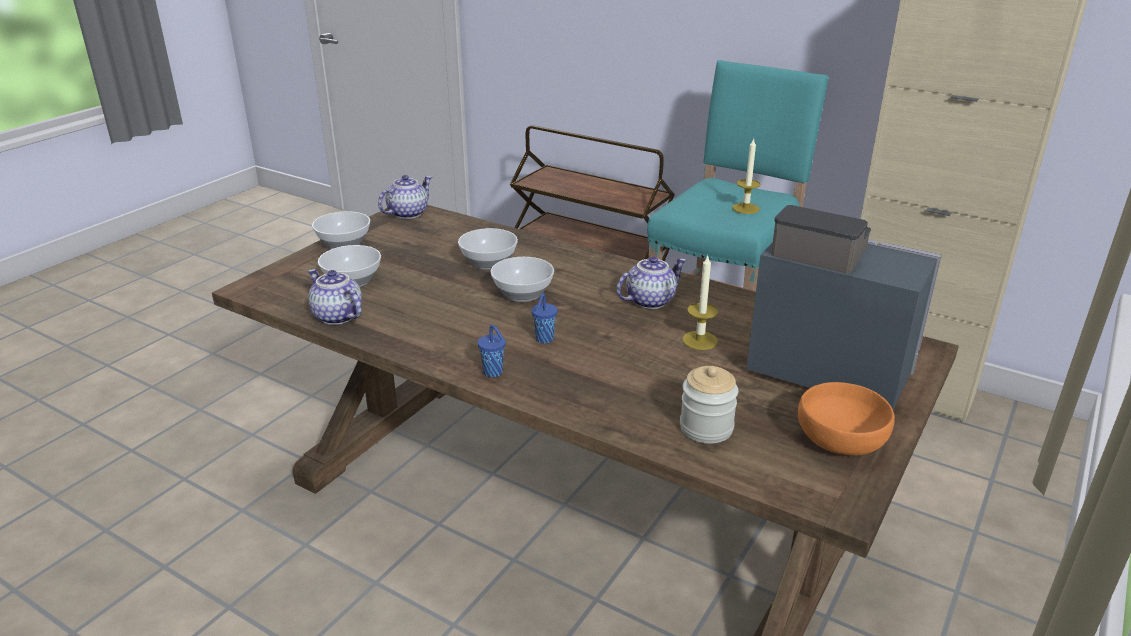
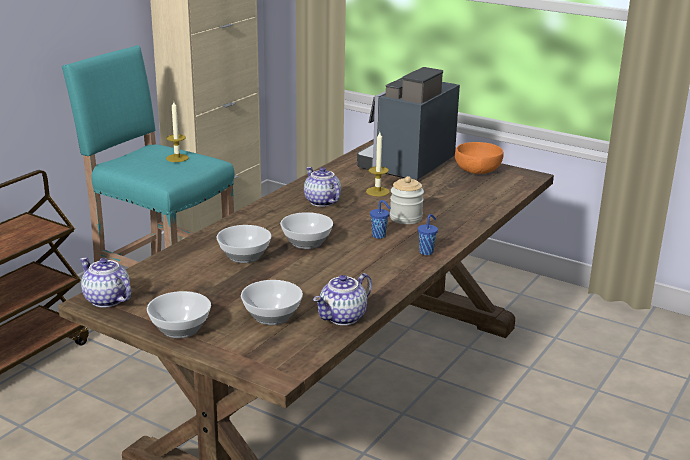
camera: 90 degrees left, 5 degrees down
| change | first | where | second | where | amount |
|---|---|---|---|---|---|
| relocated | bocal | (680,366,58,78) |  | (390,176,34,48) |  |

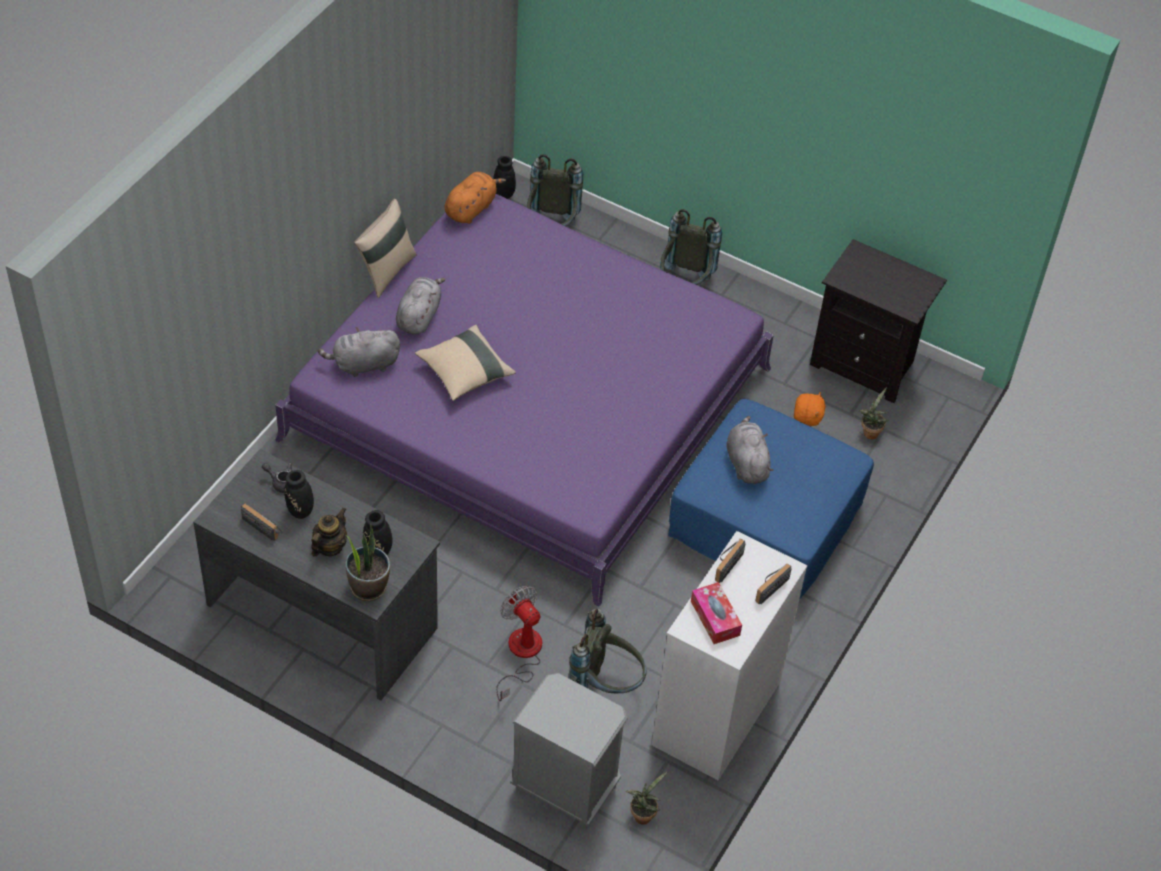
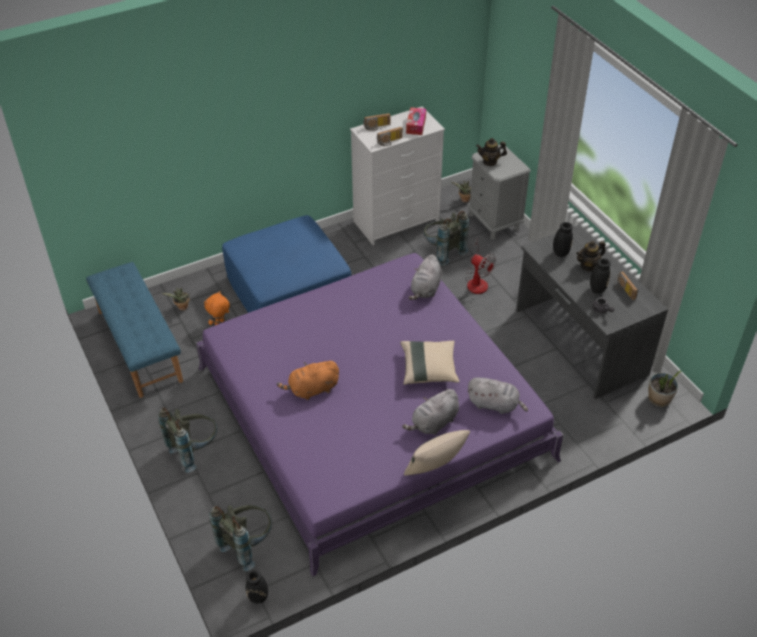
camera: 145 degrees left, 5 degrees down
| change | first | where | second | where | amount |
|---|---|---|---|---|---|
| exchanged | table de chevet/noir | (810,239,137,164) | banc/bleu | (86,262,97,136) |  |
| relocated | peluche/orange | (445,172,61,52) |  | (277,361,62,39) |  |
| relocated | peluche/gris | (726,416,47,68) |  | (408,254,34,46) |  |
| spun | ventilateur | (496,586,46,115) |  | (465,238,31,56) | 45 degrees counterclockwise |
| appeared |  |  | théière | (476,138,31,28) |  |
| relocated | plante en pot | (345,523,45,78) |  | (648,371,33,36) |  |

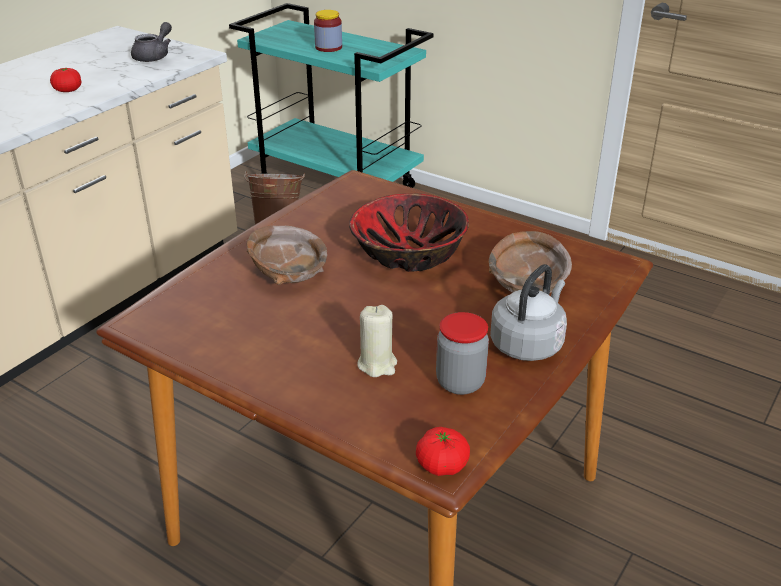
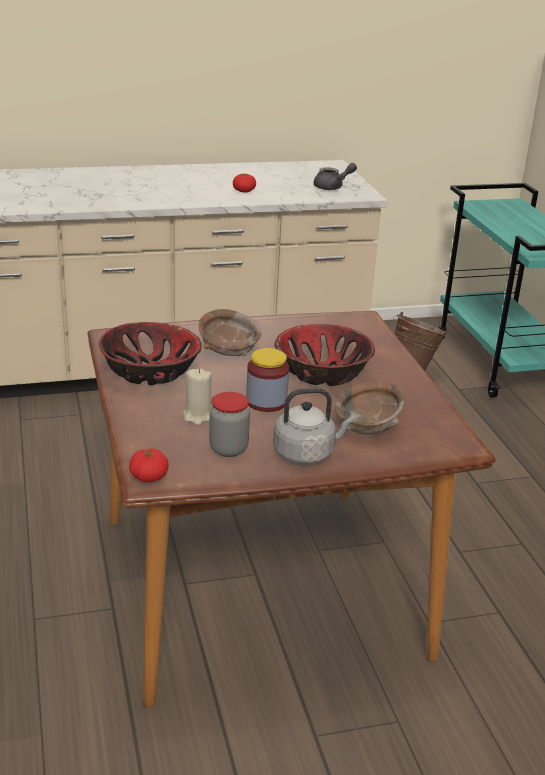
camera: 40 degrees right, 5 degrees down
| change | first | where | second | where | amount |
|---|---|---|---|---|---|
| appeared |  |  | bol | (99,322,102,63) |  |
| relocated | bocal | (314,10,28,42) |  | (246,348,43,64) |  |

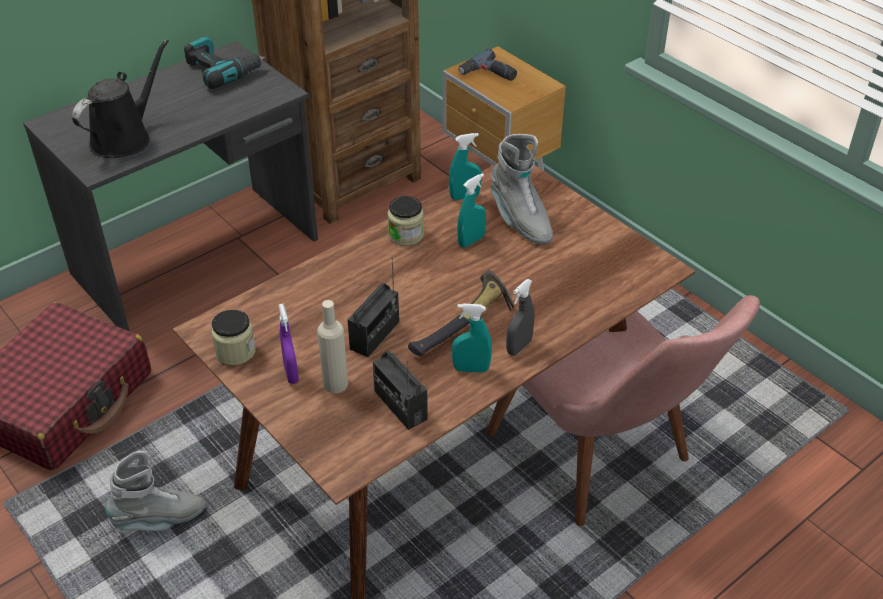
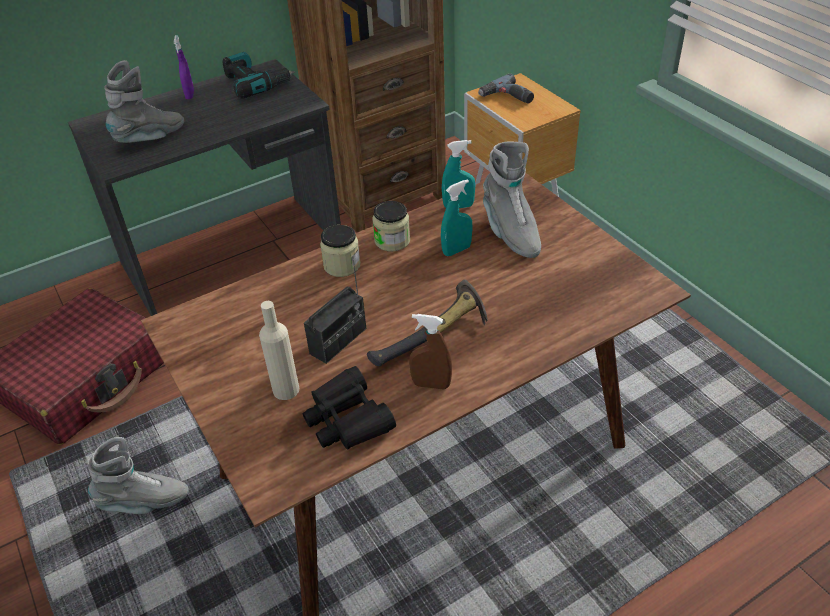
camera: 10 degrees right, 0 degrees up
| change | first | where | second | where | amount |
|---|---|---|---|---|---|
| exchanged | arrosoir/noir | (72,39,97,119) | botte/gris | (104,60,80,83) |  |
| relocated | vaporisateur/violet | (279,304,20,80) |  | (174,35,20,64) |  |
| exchanged | radio | (373,351,55,79) | jumelles/noir | (303,366,93,83) |  |
| relocated | bocal | (211,310,45,55) |  | (320,225,41,52) |  |
| colour | vaporisateur/turquoise | (452,303,40,70) | vaporisateur/marron | (409,314,43,76) |  |
| missing | chaise/rose | (486,295,274,231) |  |  |  |
| missing | vaporisateur/gris | (506,279,29,77) |  |  |  |

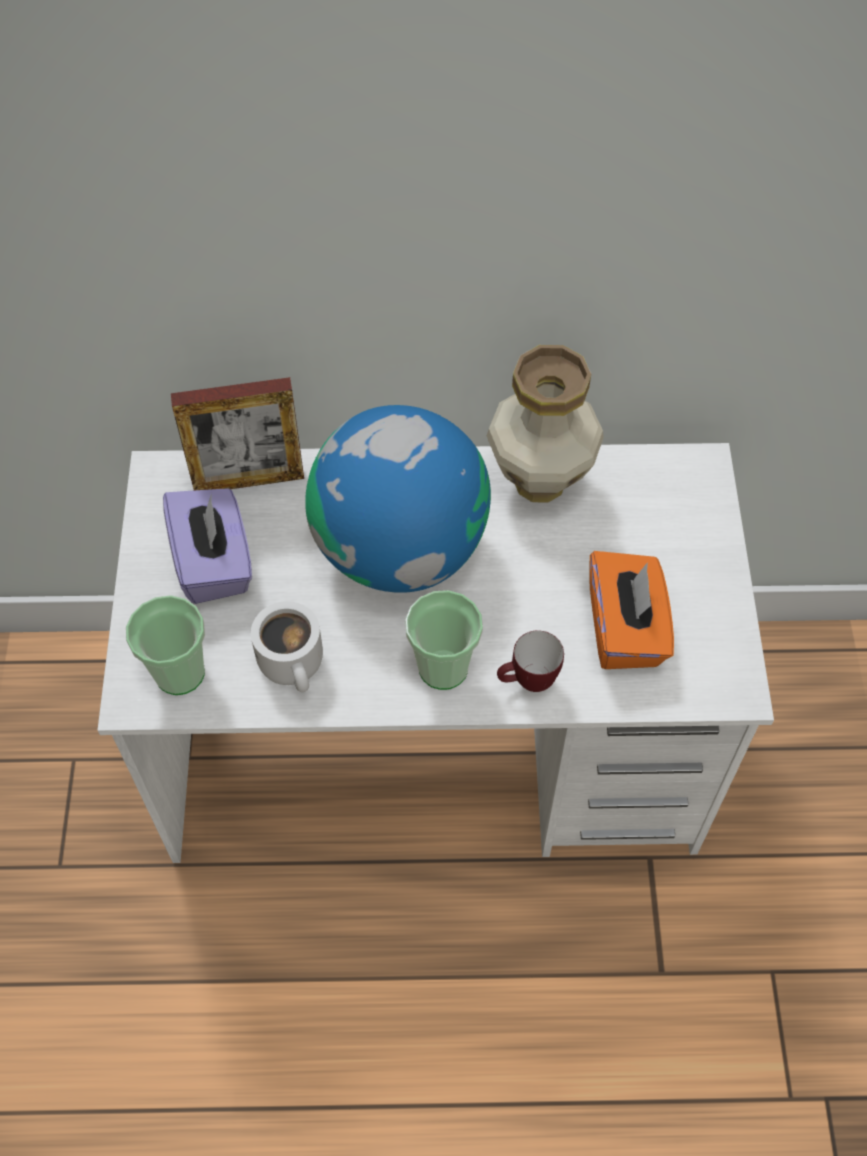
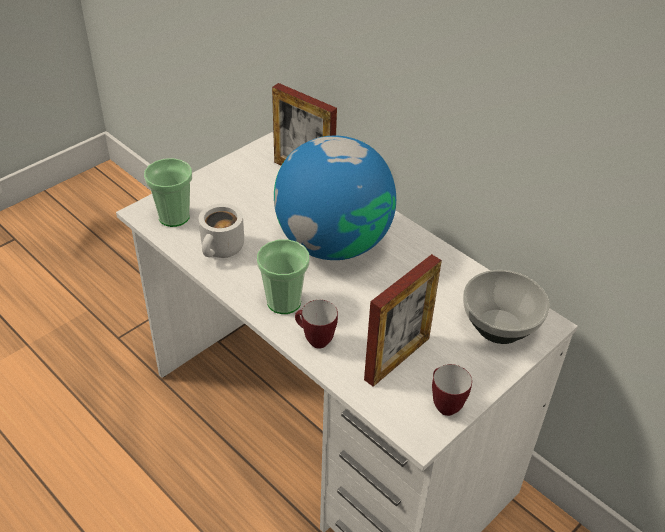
camera: 45 degrees right, 15 degrees down
| change | first | where | second | where | amount |
|---|---|---|---|---|---|
| exchanged | boîte à mouchoirs/orange | (589,551,85,118) | cadre photo | (364,254,78,133) |  |
| appeared |  |  | mug | (432,364,40,52) |  |
| appeared |  |  | bol | (463,270,87,74) |  |
| missing | boîte à mouchoirs/violet | (163,488,89,116) |  |  |  |
| missing | vase | (487,345,117,158) |  |  |  |

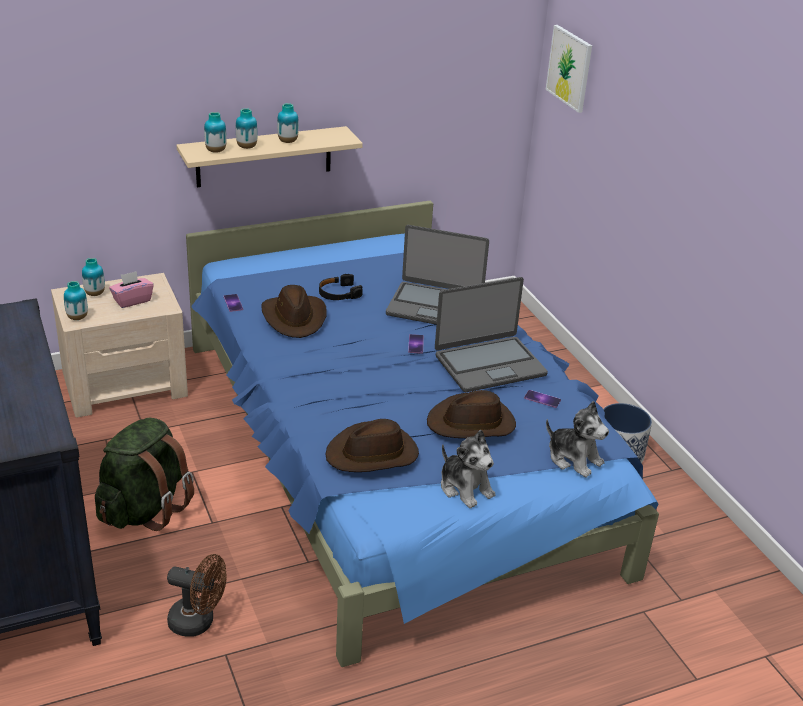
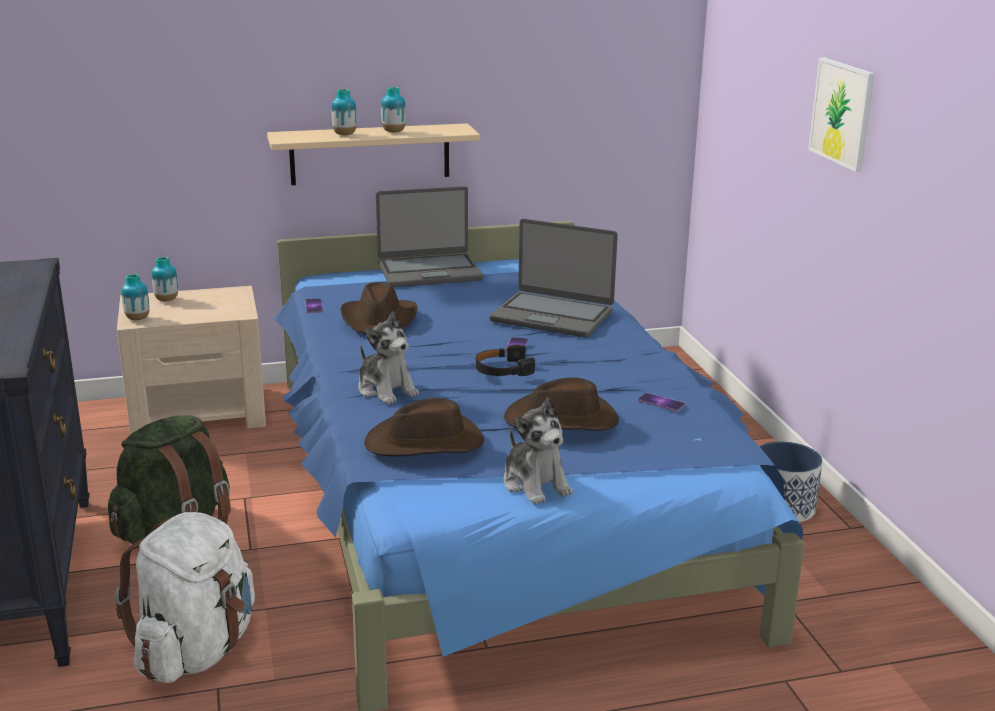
camera: 10 degrees right, 10 degrees down
| change | first | where | second | where | amount |
|---|---|---|---|---|---|
| exchanged | ventilateur/marron | (167,554,60,83) | sac à dos/blanc | (115,512,140,171) |  |
| relocated | peluche | (546,401,63,76) |  | (358,311,61,94) |  |
| relocated | ordinateur portable | (435,277,113,115) |  | (376,186,107,101) |  |
| relocated | casque audio/noir | (319,274,44,26) |  | (476,345,59,31) |  |
| relocated | tableau | (545,25,47,88) |  | (808,57,67,115) |  |
| missing | boîte à mouchoirs/rose | (109,271,45,37) |  |  |  |
| missing | vase | (204,112,23,41) |  |  |  |

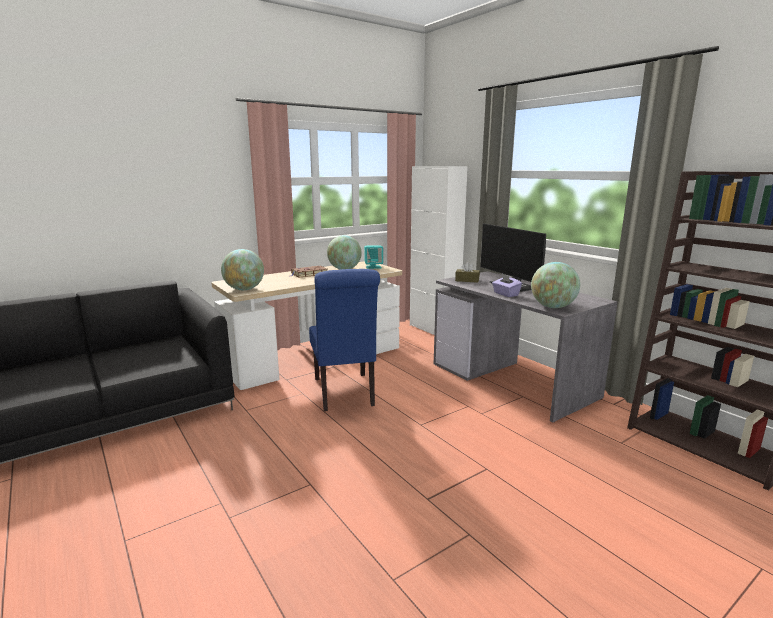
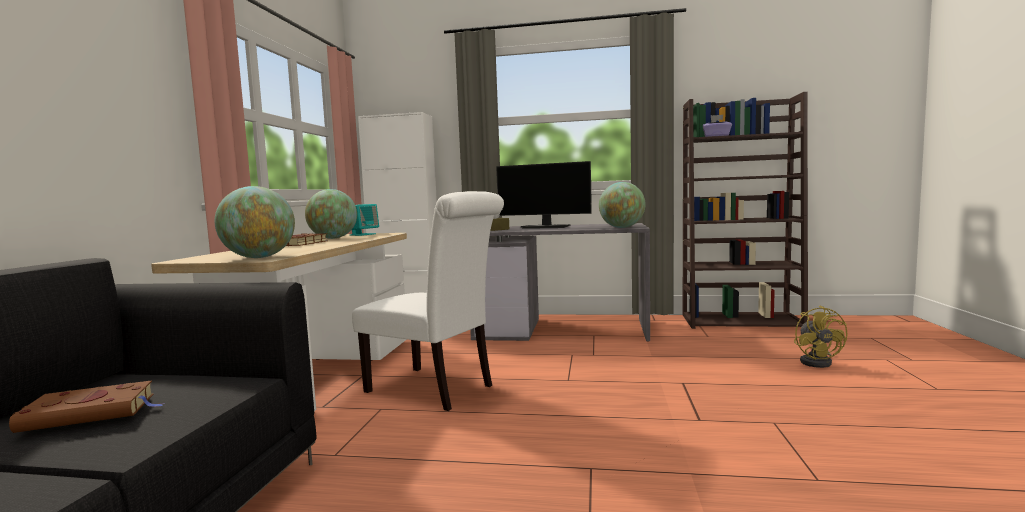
camera: 45 degrees left, 10 degrees down
| change | first | where | second | where | amount |
|---|---|---|---|---|---|
| appeared |  |  | livre/marron | (9,380,156,53) |  |
| colour | chaise/bleu | (309,269,71,142) | chaise/blanc | (352,191,152,220) |  |
| relocated | boîte à mouchoirs/violet | (492,274,30,23) |  | (703,115,29,22) |  |
| appeared |  |  | ventilateur/jaune | (794,306,53,62) |  |

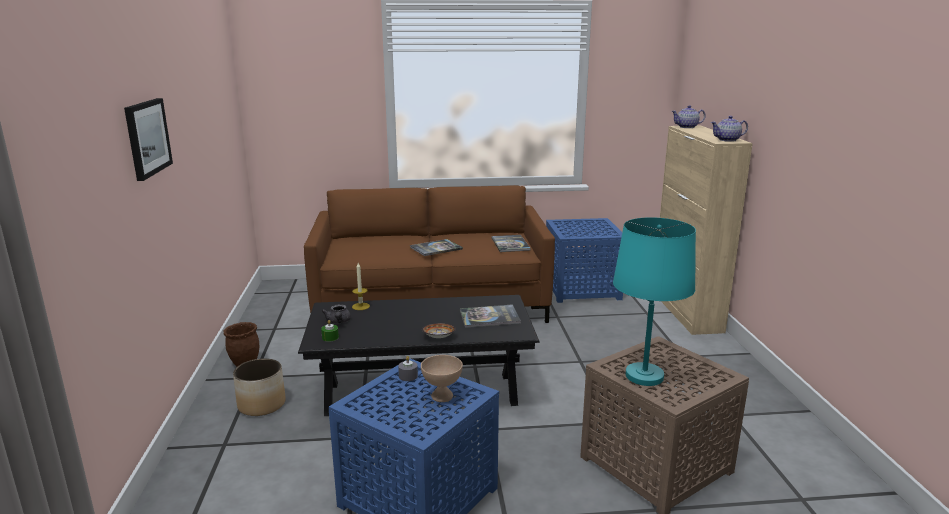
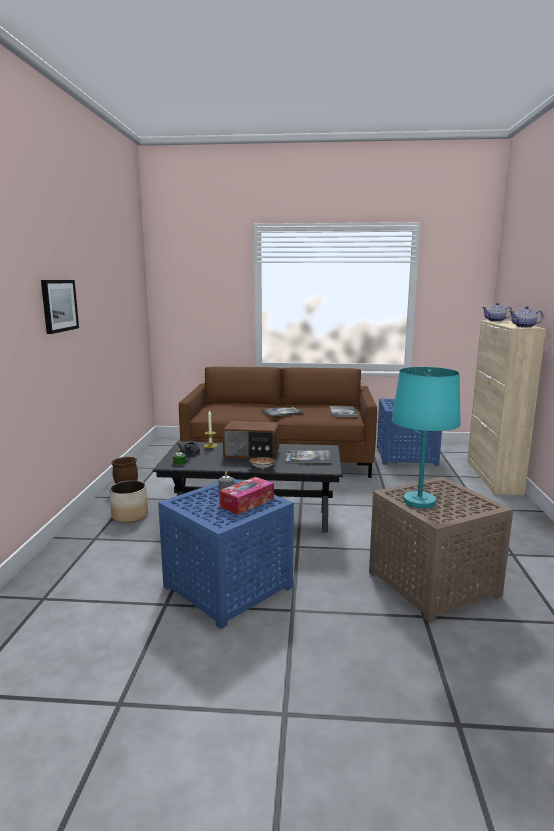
camera: 10 degrees right, 5 degrees down
| change | first | where | second | where | amount |
|---|---|---|---|---|---|
| exchanged | bol/beige | (421,355,42,47) | boîte à mouchoirs | (219,477,55,38) |  |
| appeared |  |  | radio | (222,421,57,38) |  |

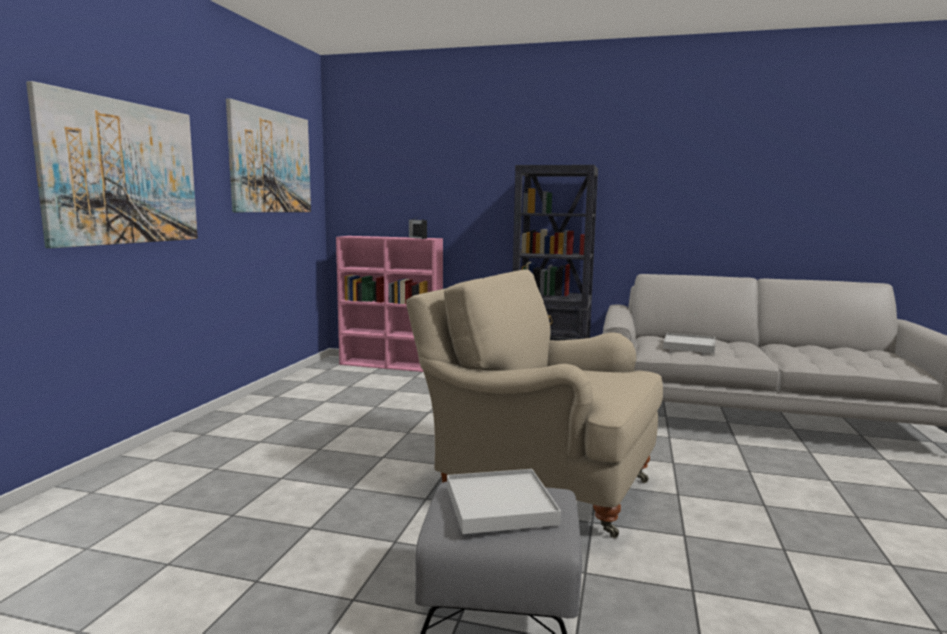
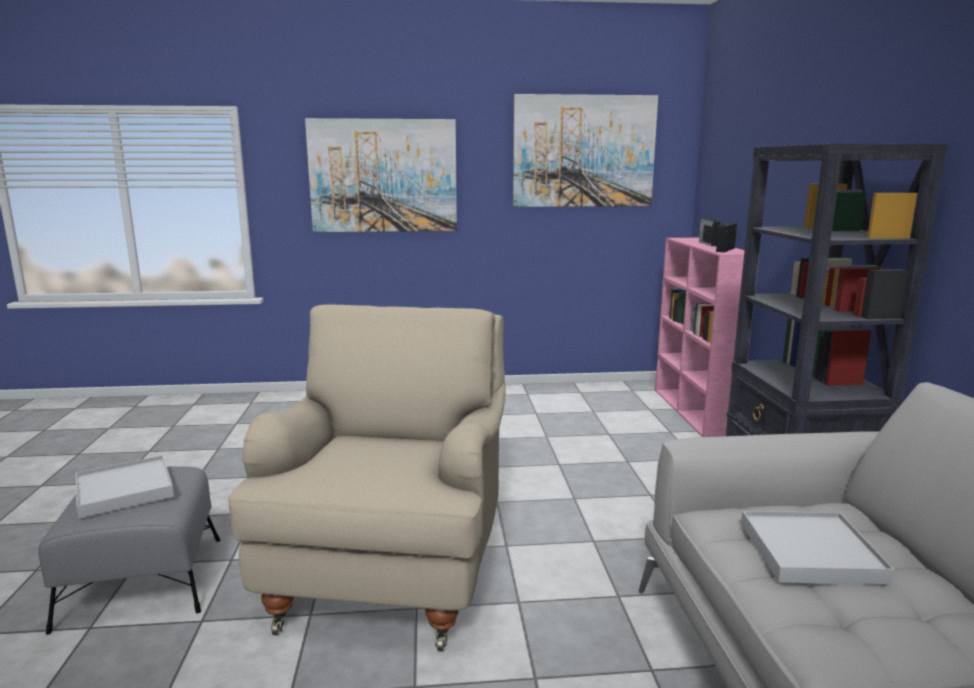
camera: 70 degrees right, 5 degrees up
| change | first | where | second | where | amount |
|---|---|---|---|---|---|
| appeared |  |  | radio | (699,215,22,31) |  |

